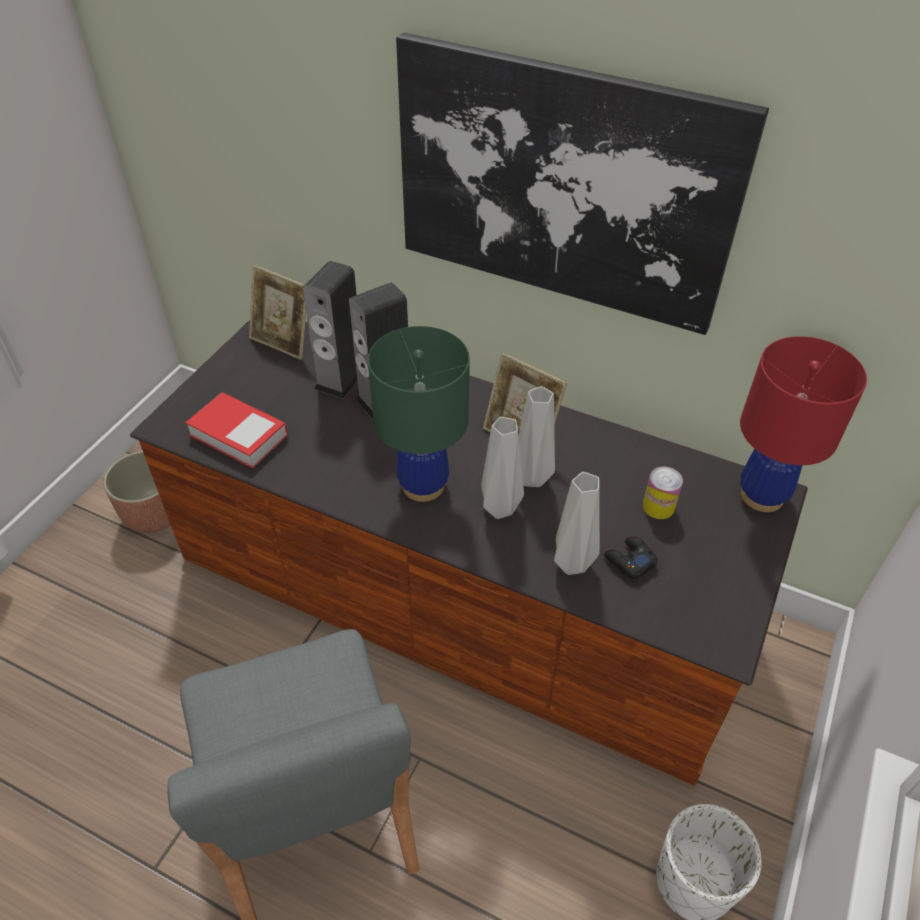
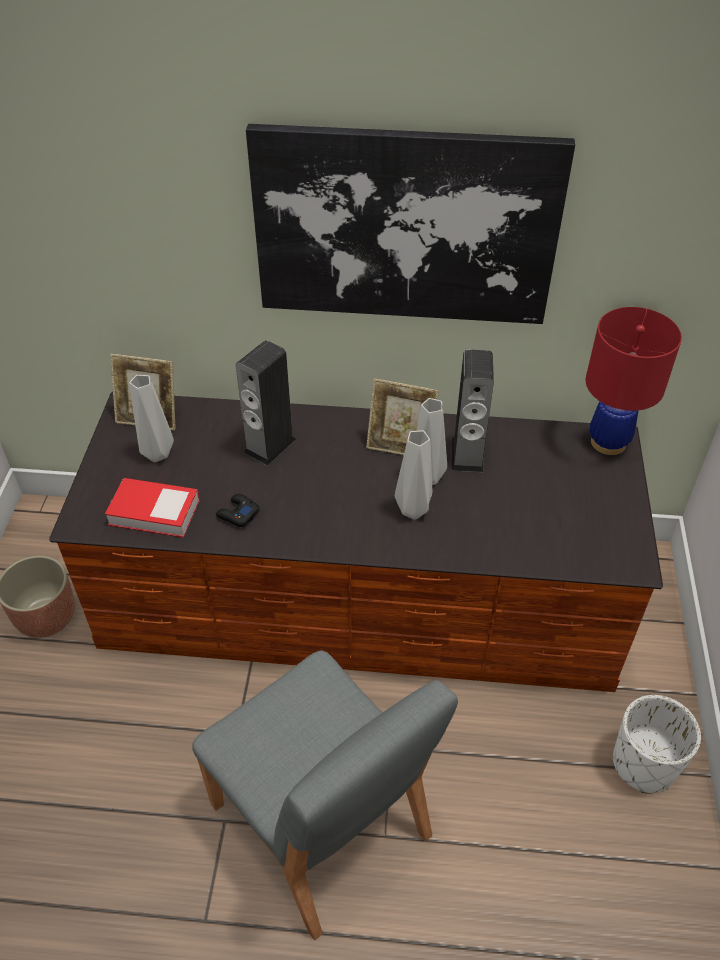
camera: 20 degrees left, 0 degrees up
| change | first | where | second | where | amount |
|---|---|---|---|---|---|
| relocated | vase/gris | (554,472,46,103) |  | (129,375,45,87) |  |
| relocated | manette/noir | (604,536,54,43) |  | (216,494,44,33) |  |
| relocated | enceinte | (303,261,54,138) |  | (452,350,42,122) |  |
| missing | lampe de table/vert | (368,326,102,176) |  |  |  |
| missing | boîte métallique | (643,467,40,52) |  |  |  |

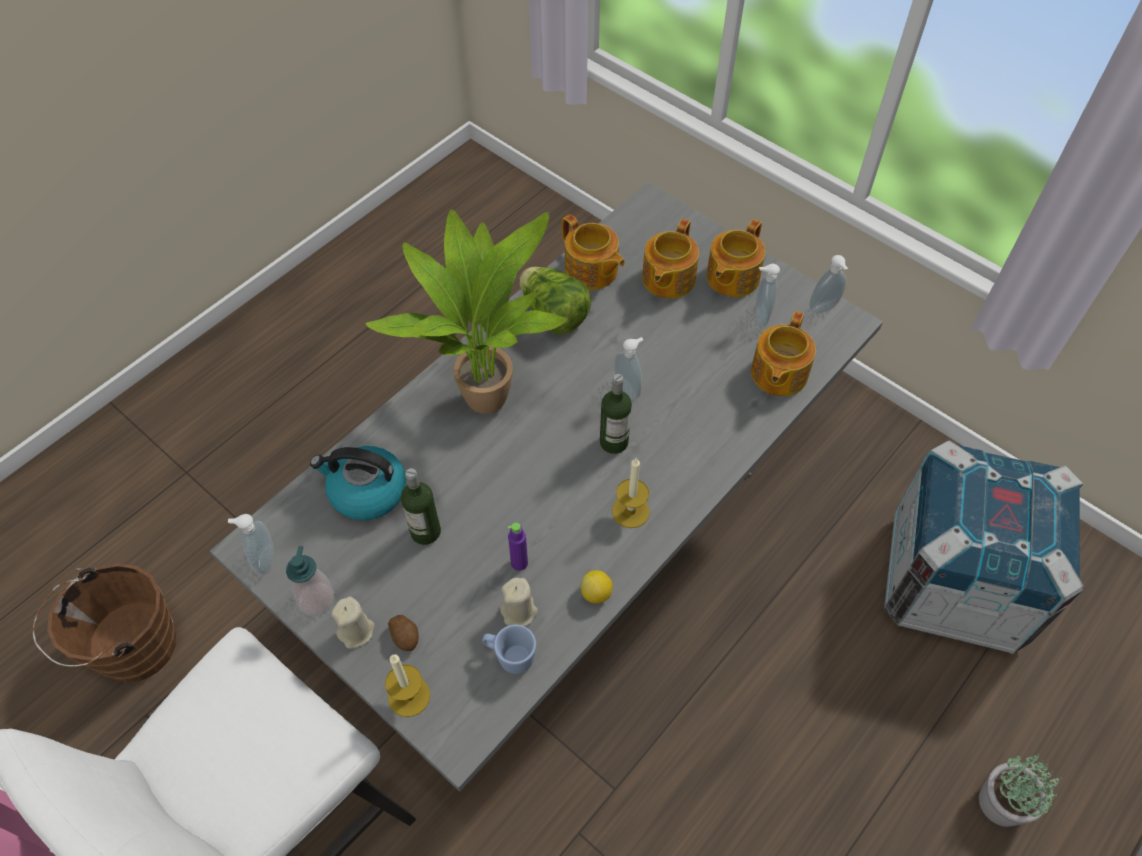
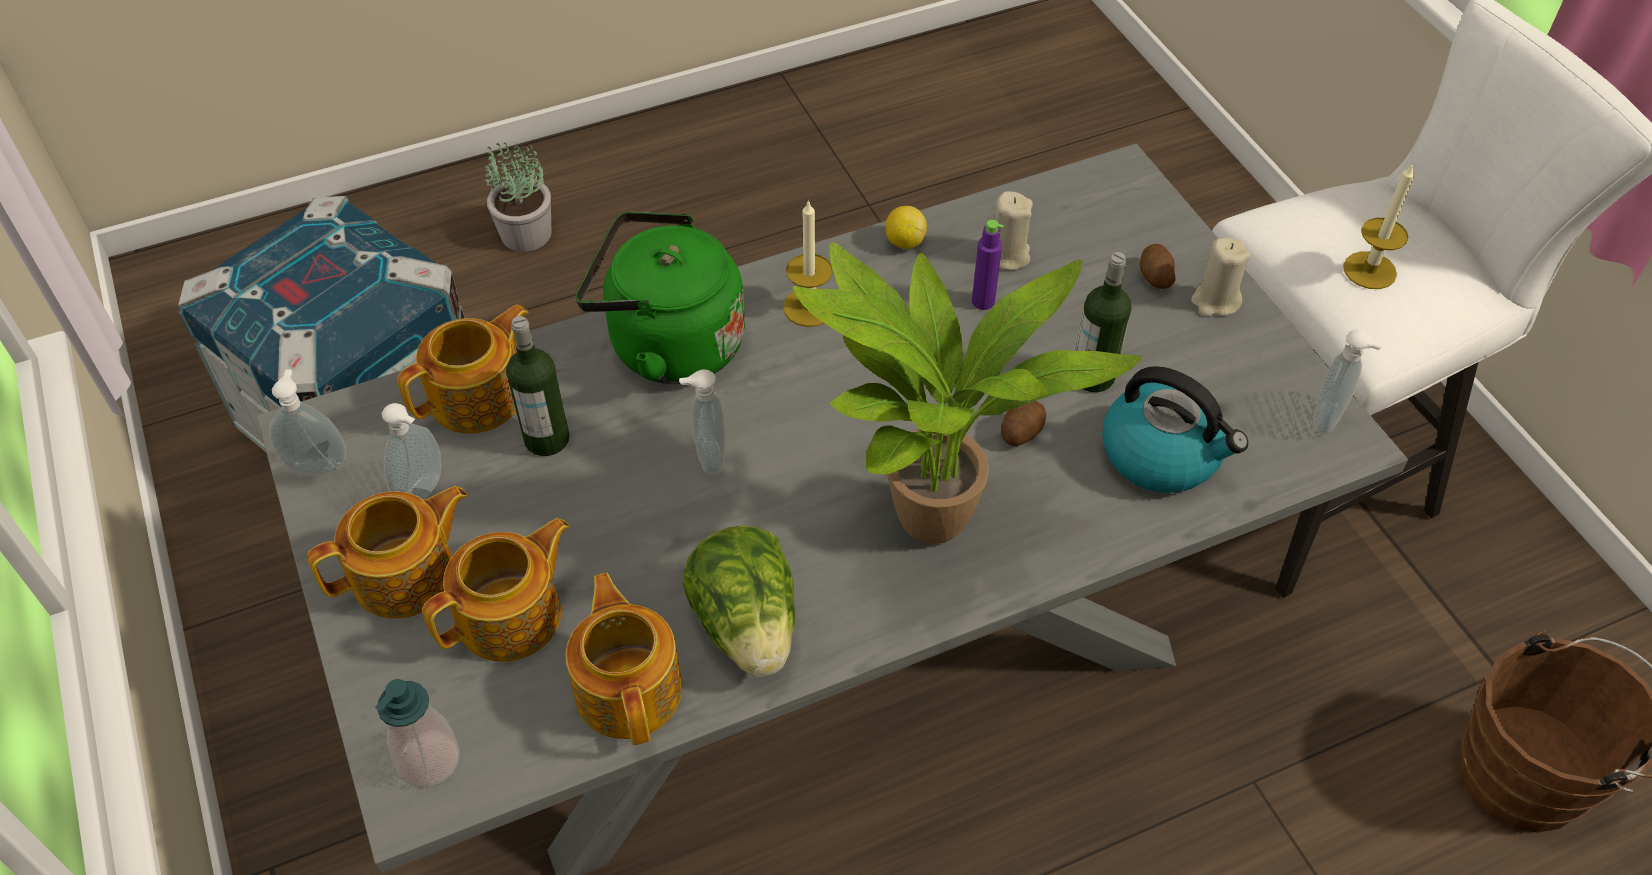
camera: 155 degrees left, 5 degrees down
| change | first | where | second | where | amount |
|---|---|---|---|---|---|
| relocated | distributeur de savon | (286,546,49,70) |  | (375,679,85,109) |  |
| relocated | bouteille | (600,374,32,80) |  | (506,316,64,140) |  |
| appeared |  |  | bouilloire/vert | (576,211,169,173) |  |
| appeared |  |  | pomme de terre | (1001,401,45,45) |  |
| relocated | bougie | (385,654,45,63) |  | (1343,163,72,126) |  |
| missing | mug/bleu | (482,625,54,49) |  |  |  |

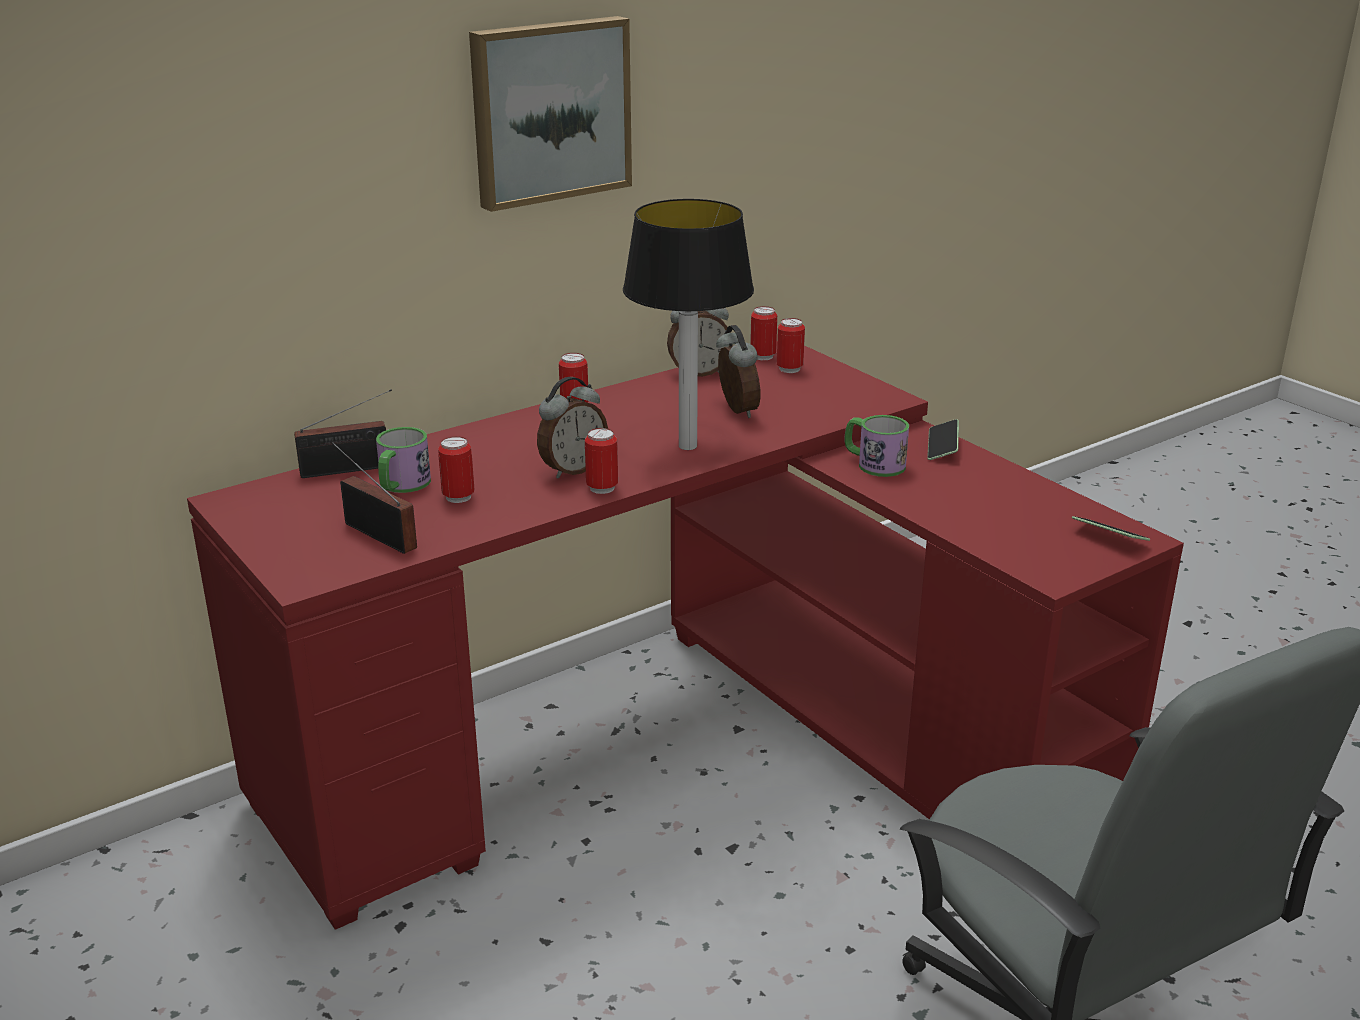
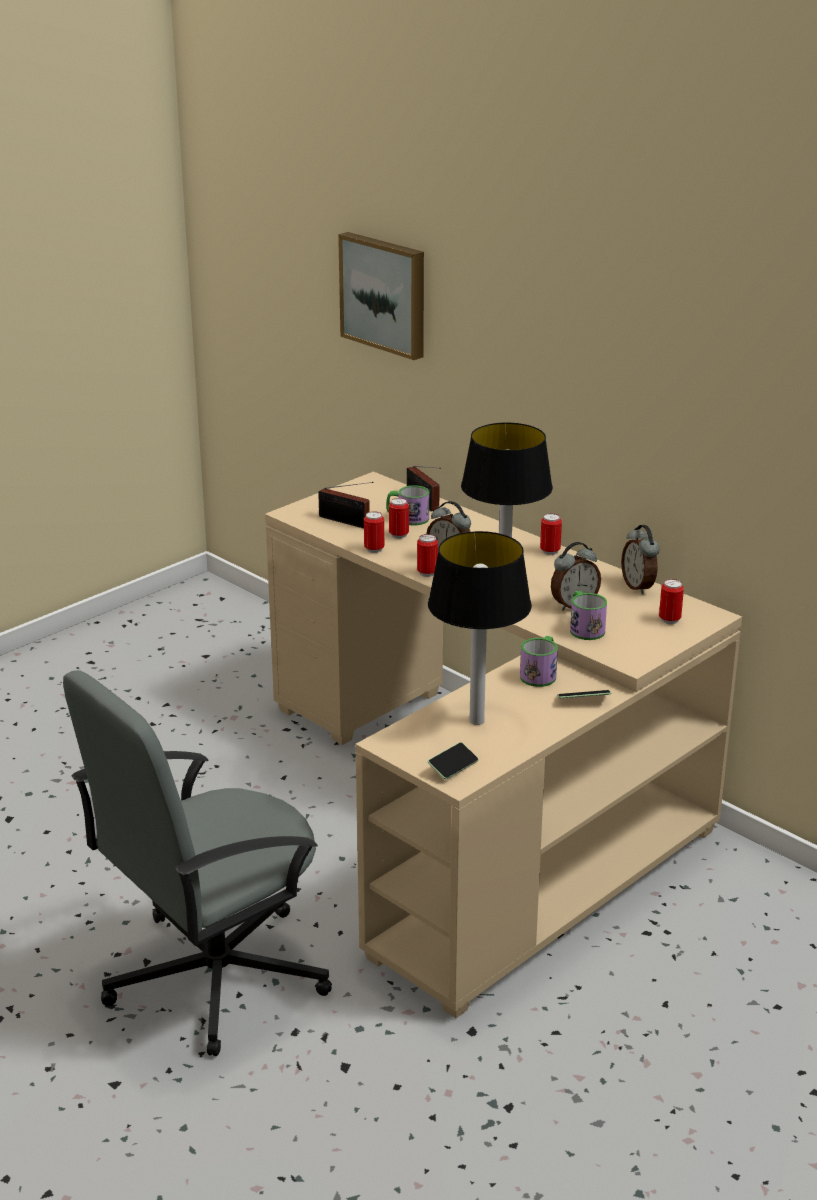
camera: 80 degrees right, 0 degrees up
| change | first | where | second | where | amount |
|---|---|---|---|---|---|
| colour | bureau/rouge | (187,345,997,585) | bureau/beige | (265,472,477,546) |  |
| spun | radio | (332,442,85,112) |  | (318,482,56,46) | 90 degrees clockwise |
| relocated | tableau | (469,16,163,196) |  | (338,232,86,128) |  |
| relocated | boîte métallique | (750,306,27,54) |  | (364,511,20,42) |  |
| appeared |  |  | lampe de table | (428,531,104,194) |  |
| appeared |  |  | mug | (570,591,37,49) |  |

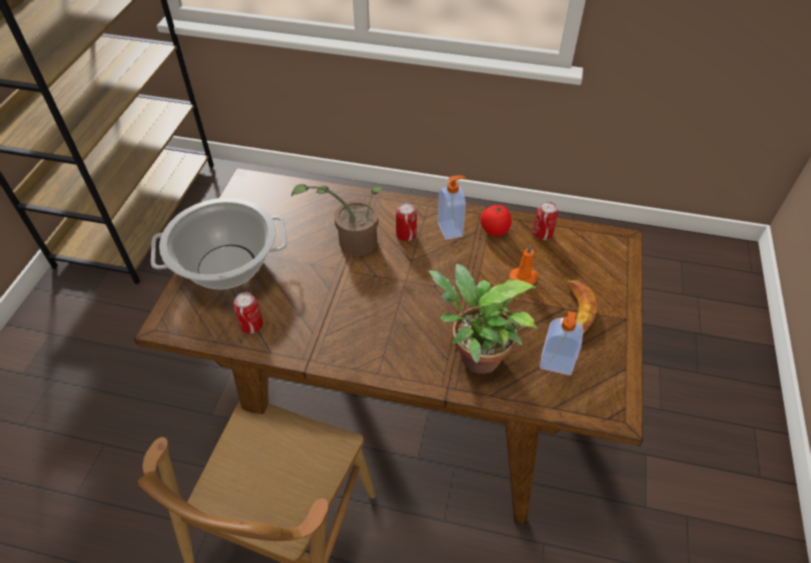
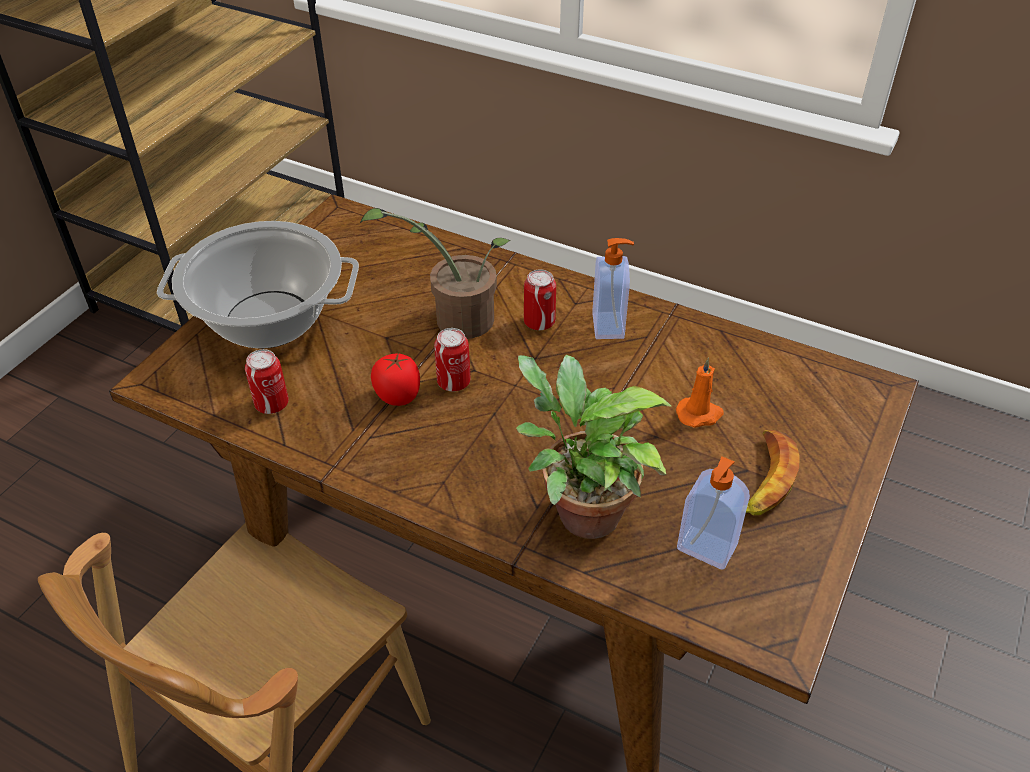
camera: 15 degrees right, 5 degrees down
| change | first | where | second | where | amount |
|---|---|---|---|---|---|
| relocated | tomate | (481,205,30,31) |  | (371,353,49,53) |  |
| relocated | boîte métallique | (532,201,26,39) |  | (434,328,37,64) |  |

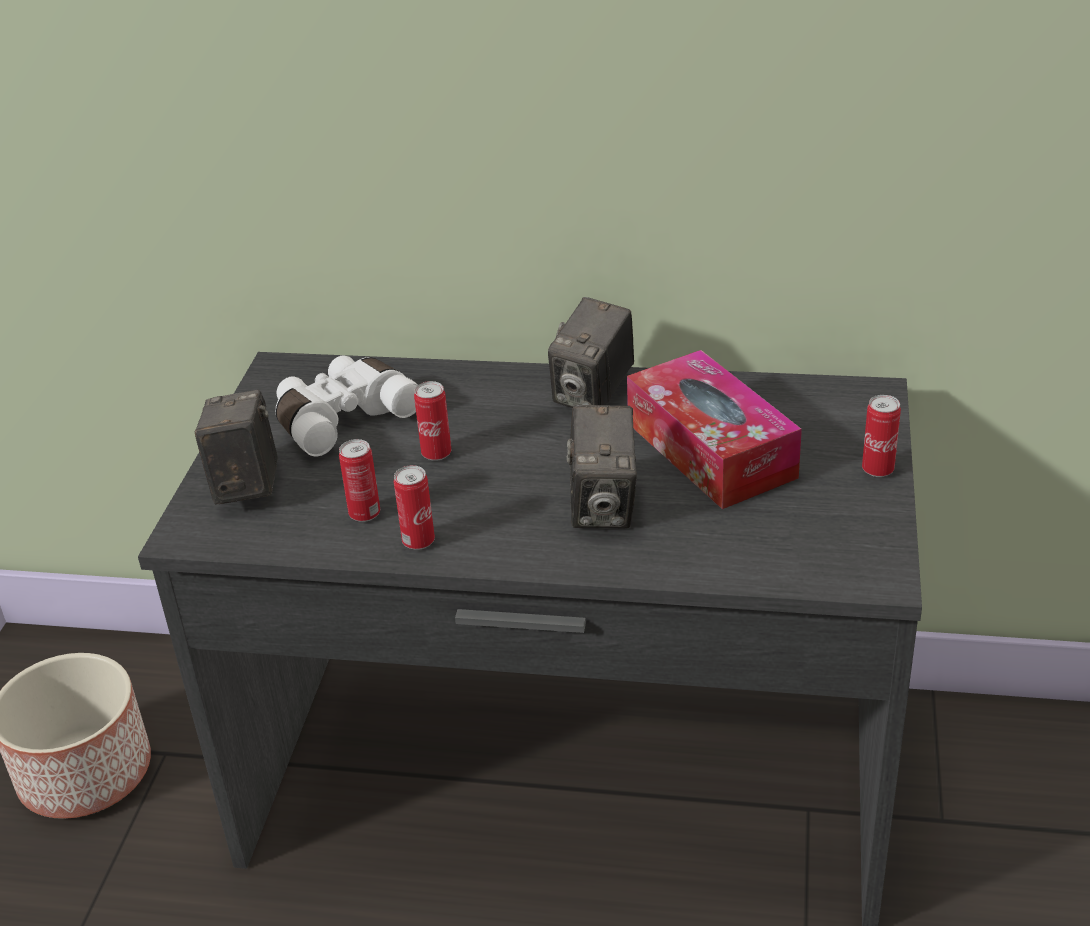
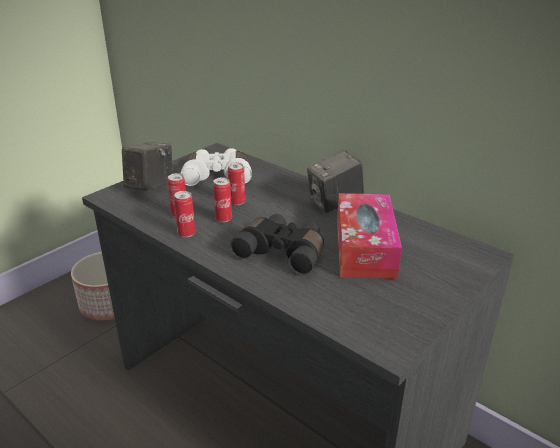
camera: 30 degrees right, 5 degrees down
| change | first | where | second | where | amount |
|---|---|---|---|---|---|
| relocated | boîte métallique | (862,395,39,82) |  | (213,177,19,45) |  |
| exchanged | appareil photo | (566,405,71,123) | jumelles/noir | (230,214,94,61) |  |

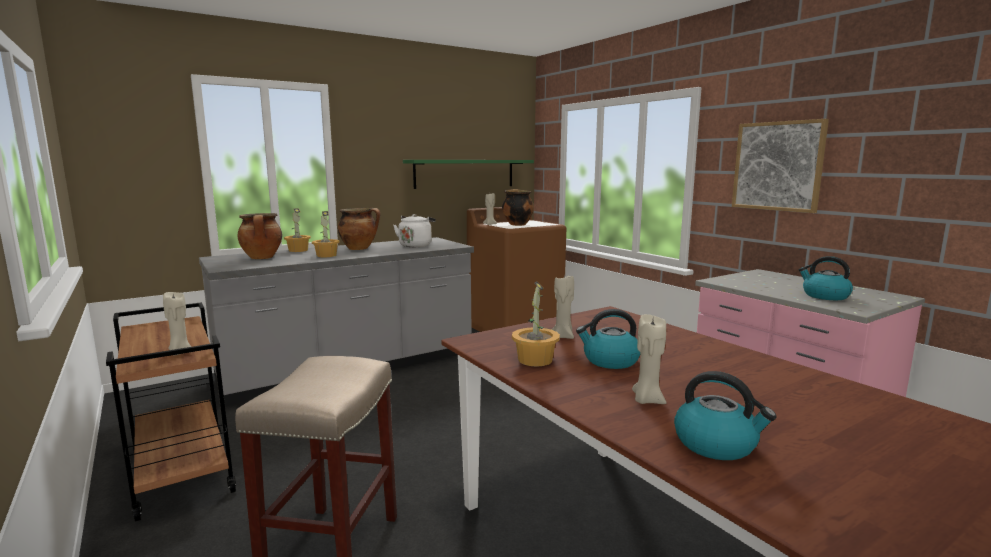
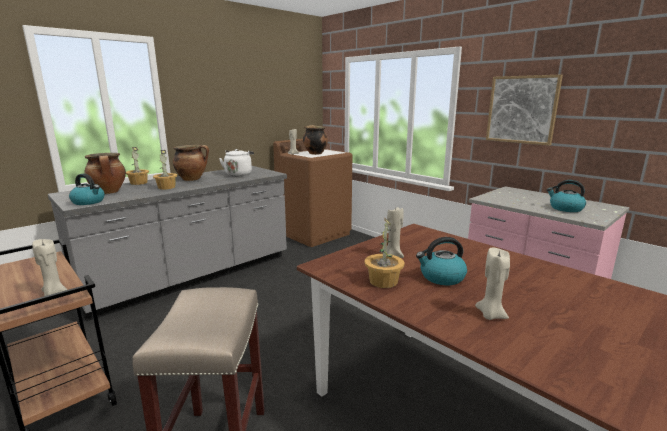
camera: 10 degrees left, 5 degrees up
| change | first | where | second | where | amount |
|---|---|---|---|---|---|
| relocated | bouilloire | (674,371,103,89) |  | (69,174,36,31) |  |
| missing | étagère/vert | (403,160,131,29) |  |  |  |

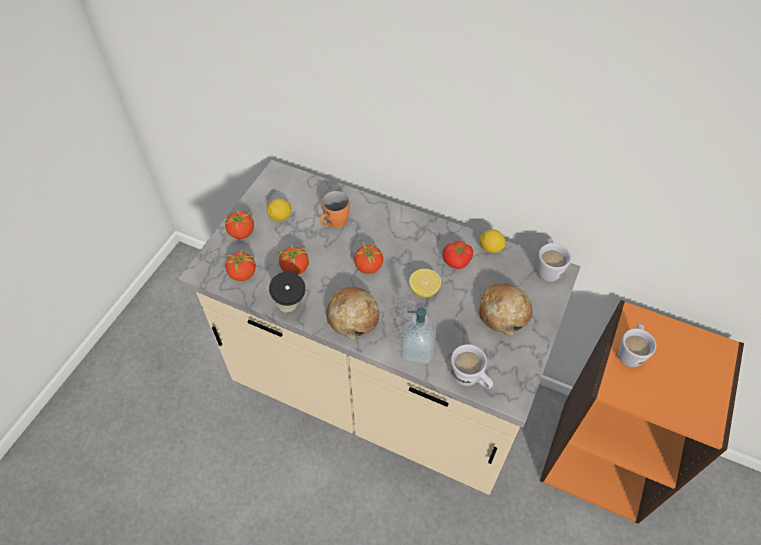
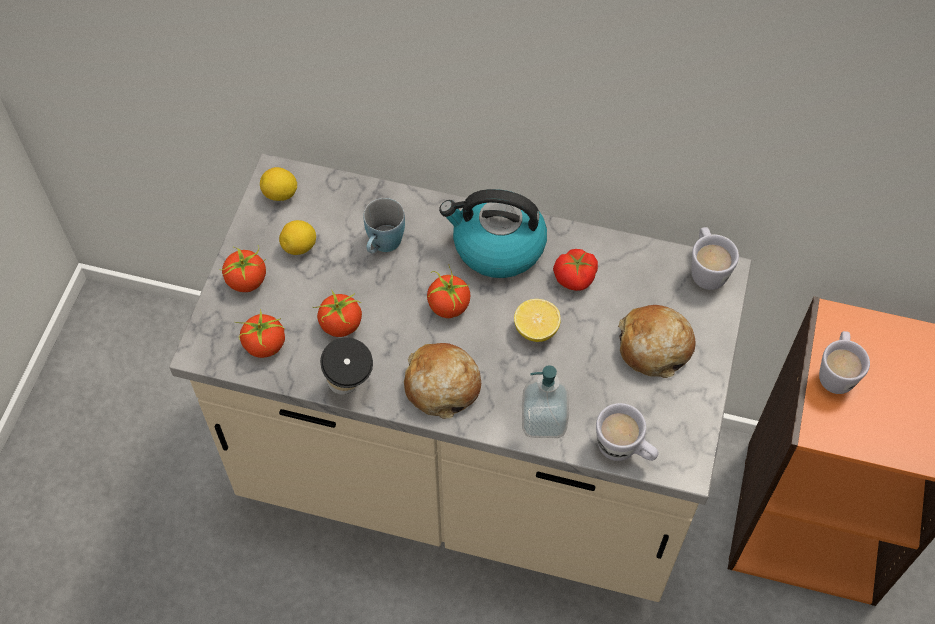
camera: 10 degrees left, 5 degrees up
| change | first | where | second | where | amount |
|---|---|---|---|---|---|
| relocated | citron | (480,229,25,24) |  | (260,167,37,34) |  |
| colour | mug/orange | (320,191,30,37) | mug/bleu | (363,198,42,56) |  |
| appeared |  |  | bouilloire | (439,189,108,89) |  |

